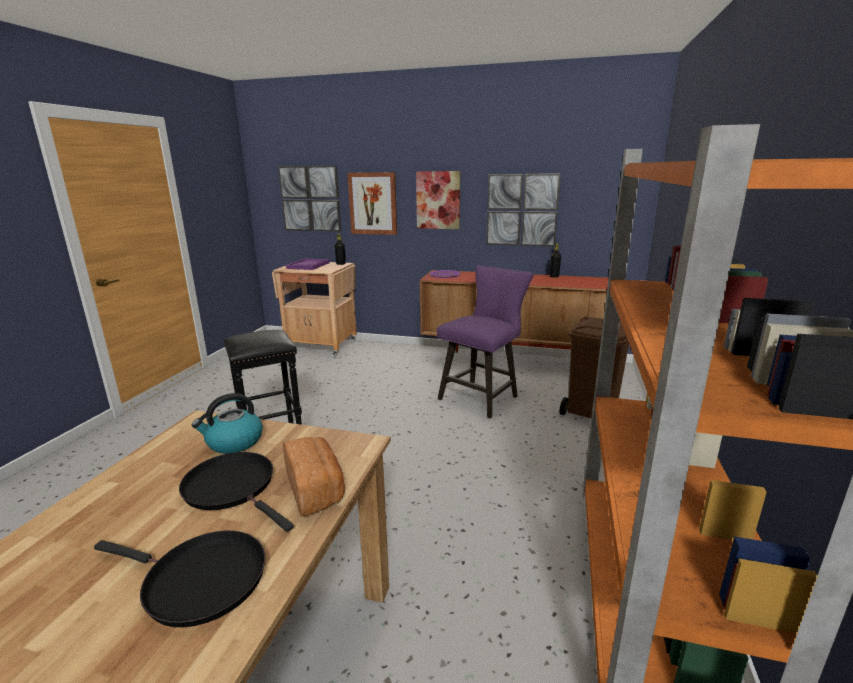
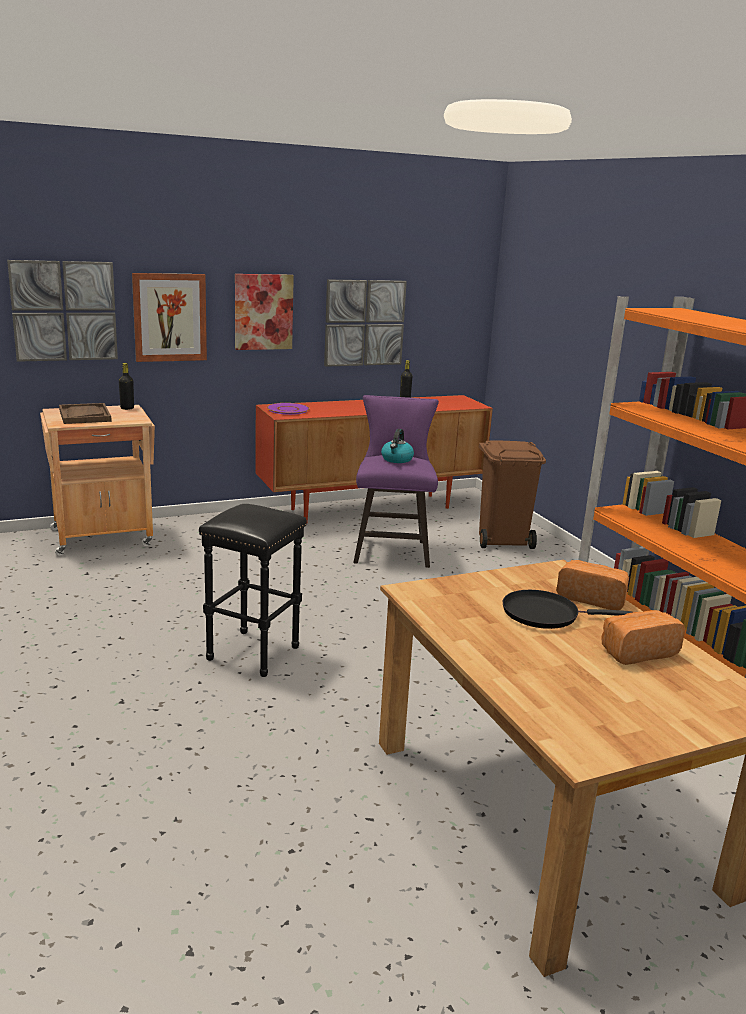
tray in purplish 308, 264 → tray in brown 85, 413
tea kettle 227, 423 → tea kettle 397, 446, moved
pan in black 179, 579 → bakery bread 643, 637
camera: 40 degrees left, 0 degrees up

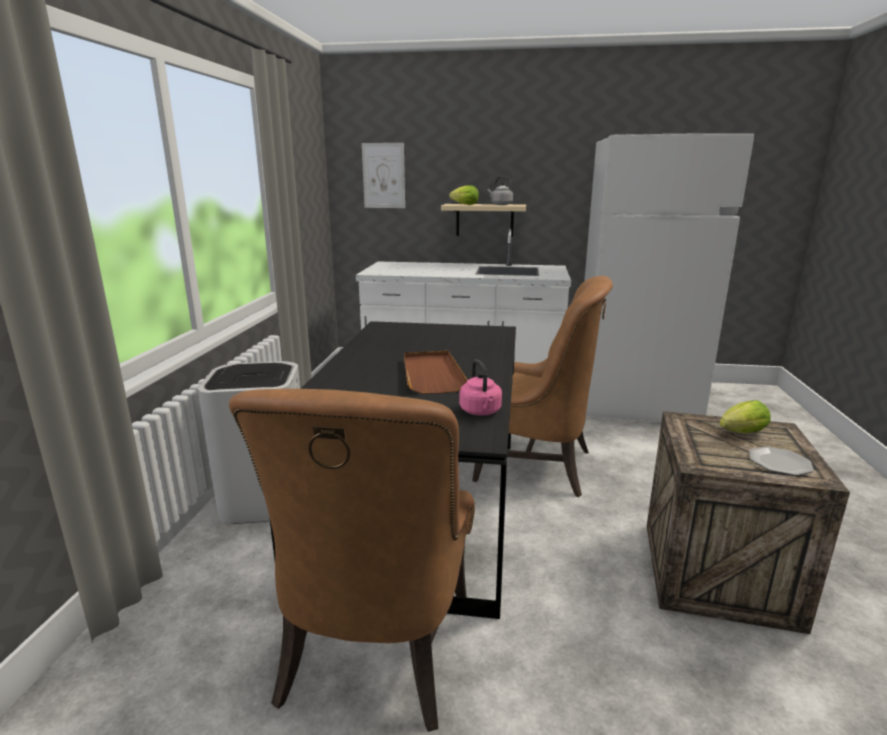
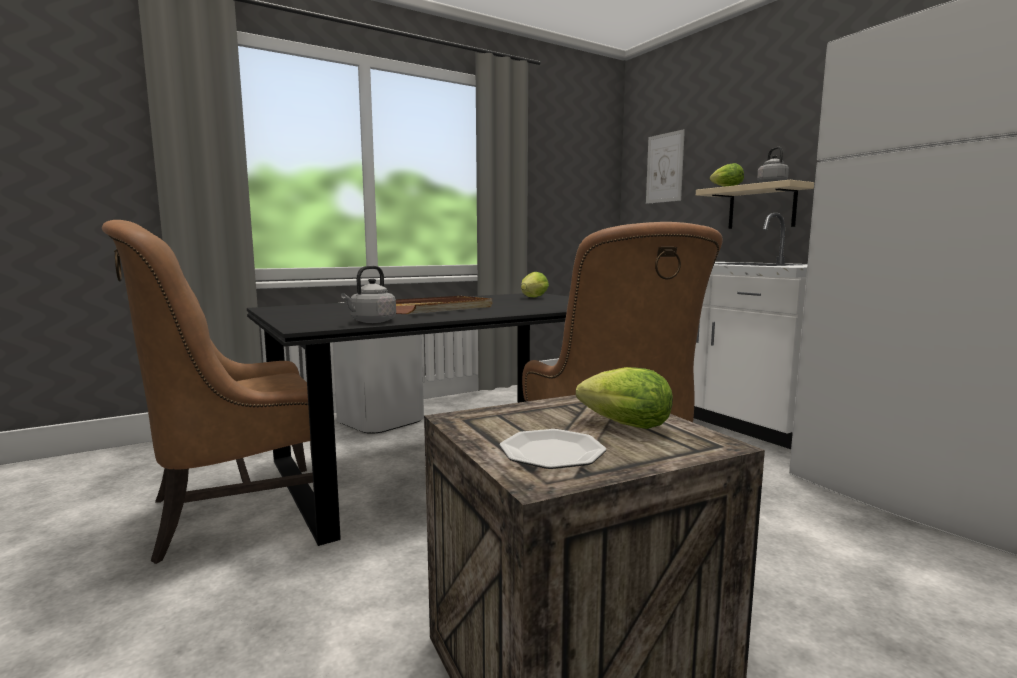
tea kettle in pink 480, 388 → tea kettle in grey 368, 294
- → head of lettuce 535, 284
camera: 50 degrees right, 10 degrees down

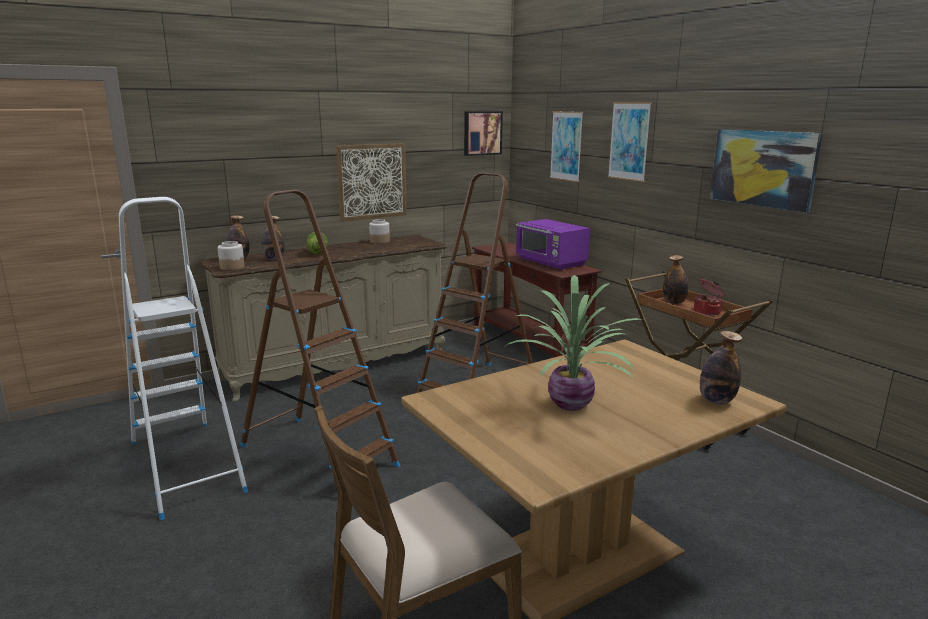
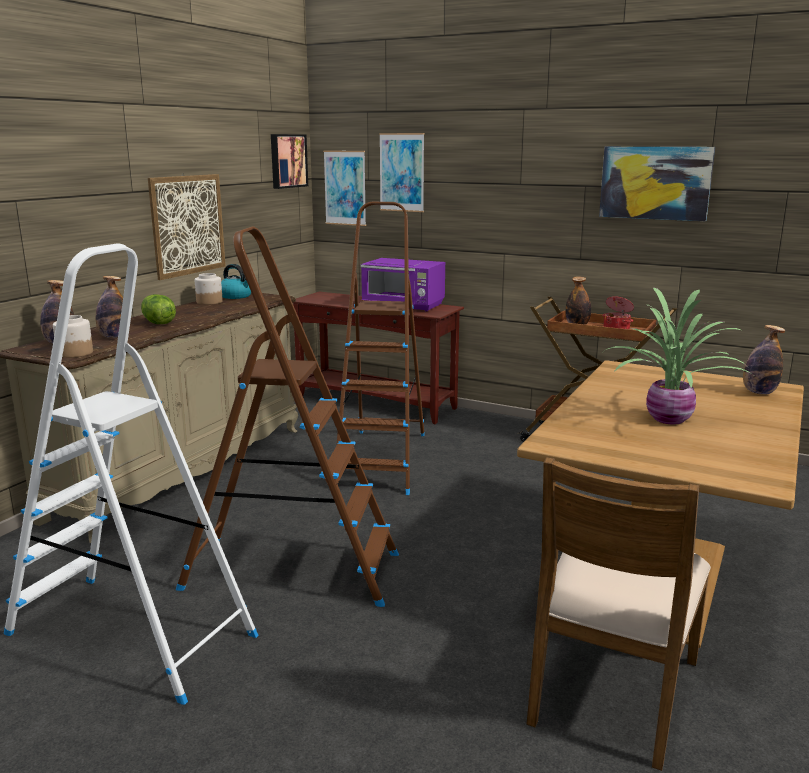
- → tea kettle 236, 281
wall picture 630, 142 → wall picture 344, 188, moved
camera: 30 degrees left, 0 degrees up

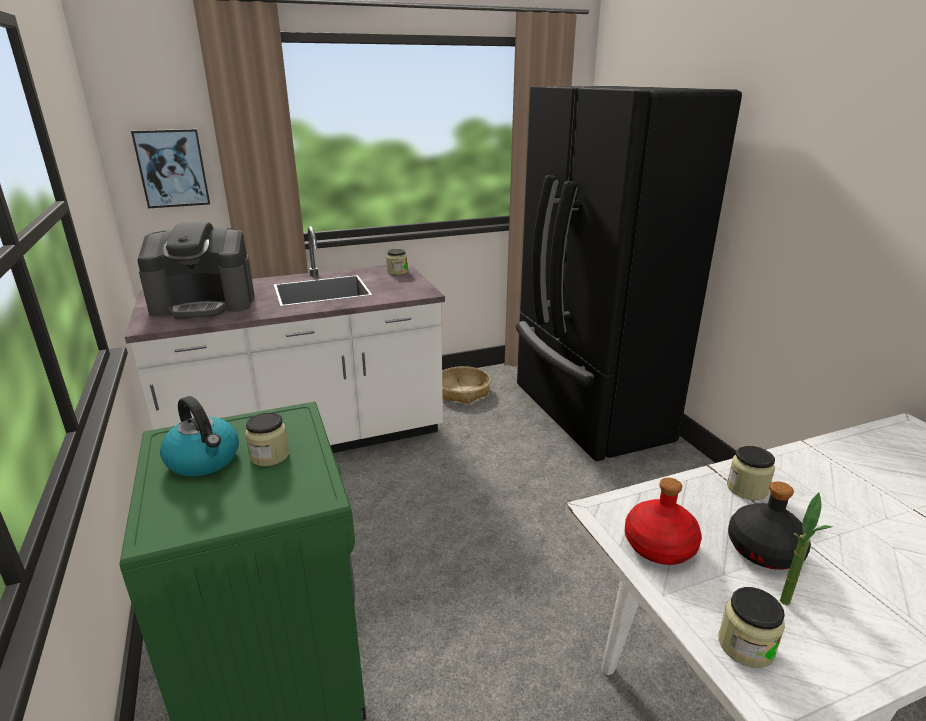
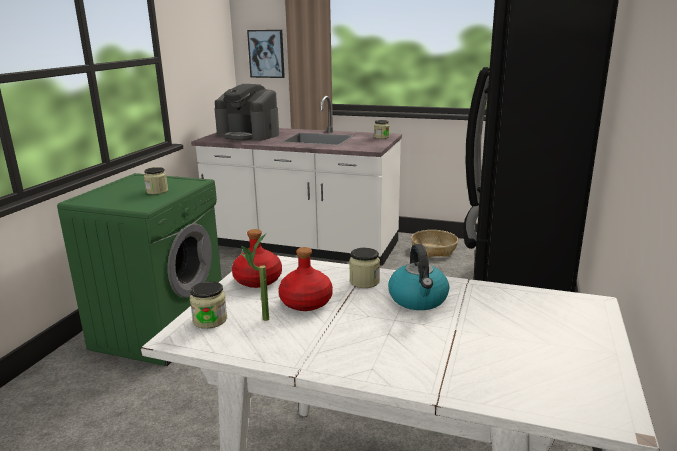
bottle in black 769, 525 → bottle in red 306, 279
tea kettle 199, 436 → tea kettle 418, 277, moved
camera: 40 degrees right, 5 degrees down

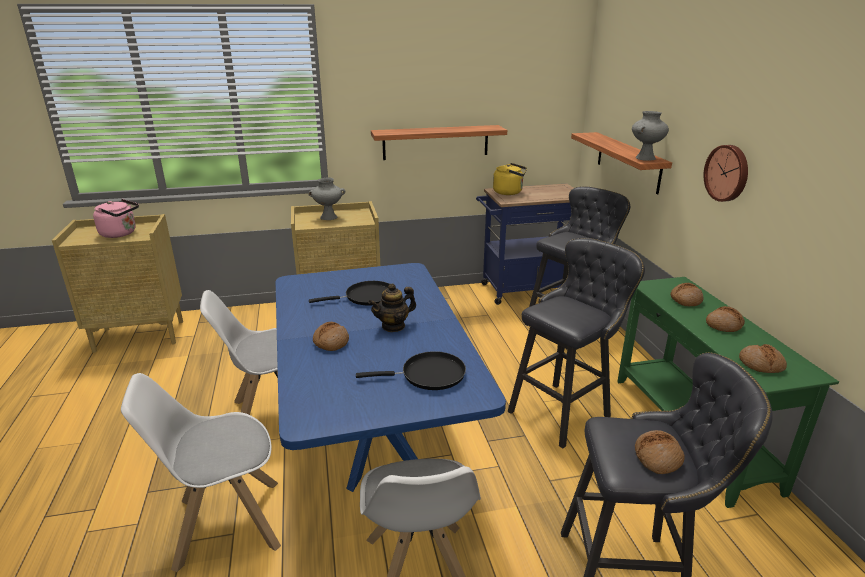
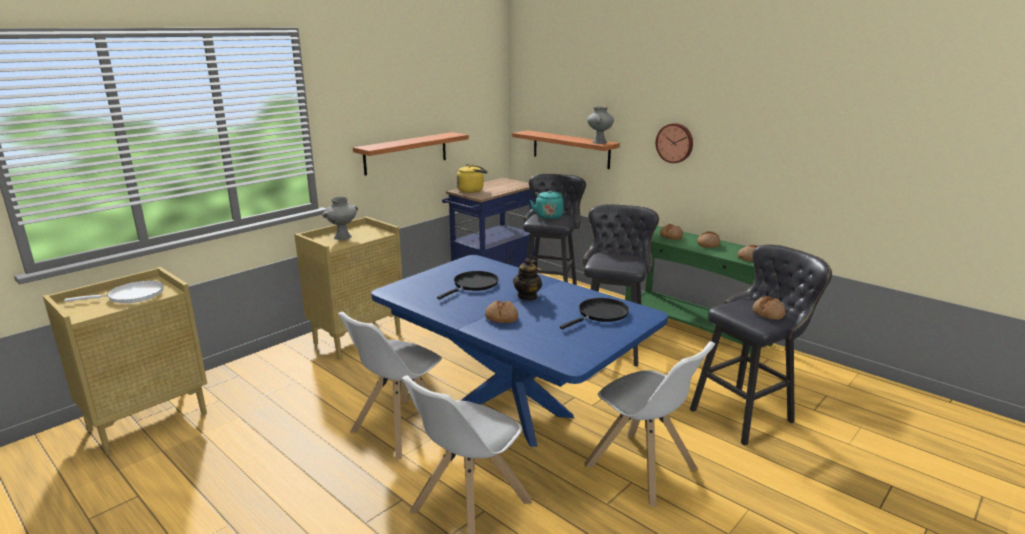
tea kettle in pink 116, 218 → pan in white-coloured 114, 292
- → tea kettle in turquoise 547, 205
camera: 35 degrees left, 5 degrees down

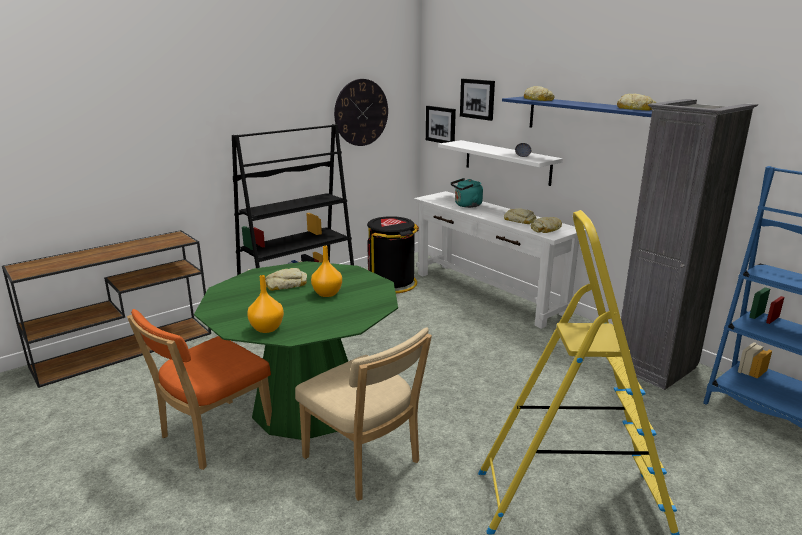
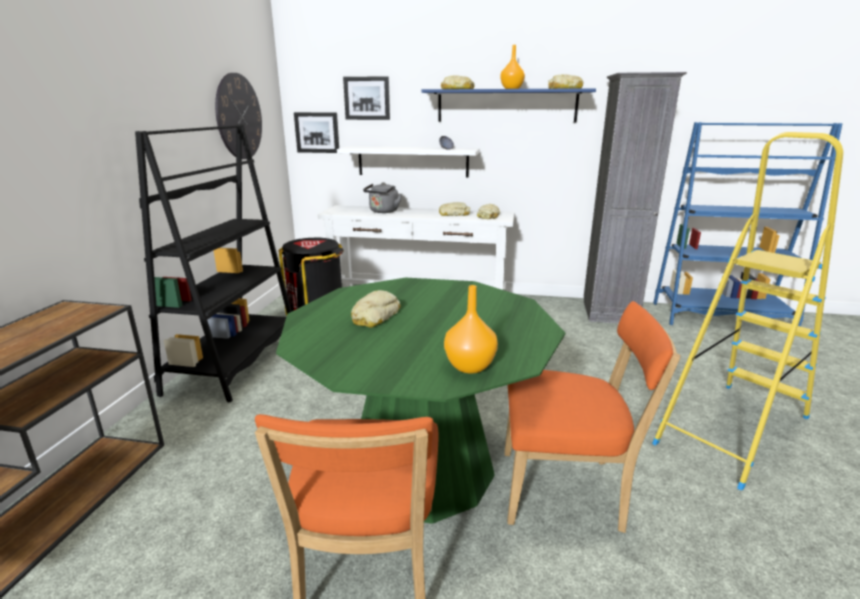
tea kettle in turquoise 467, 193 → tea kettle in grey 382, 198
decorative vase in orangey 326, 271 → decorative vase in orangey 512, 67, moved
chair in beige 363, 414 → chair in orangey 592, 417
camera: 40 degrees left, 0 degrees up

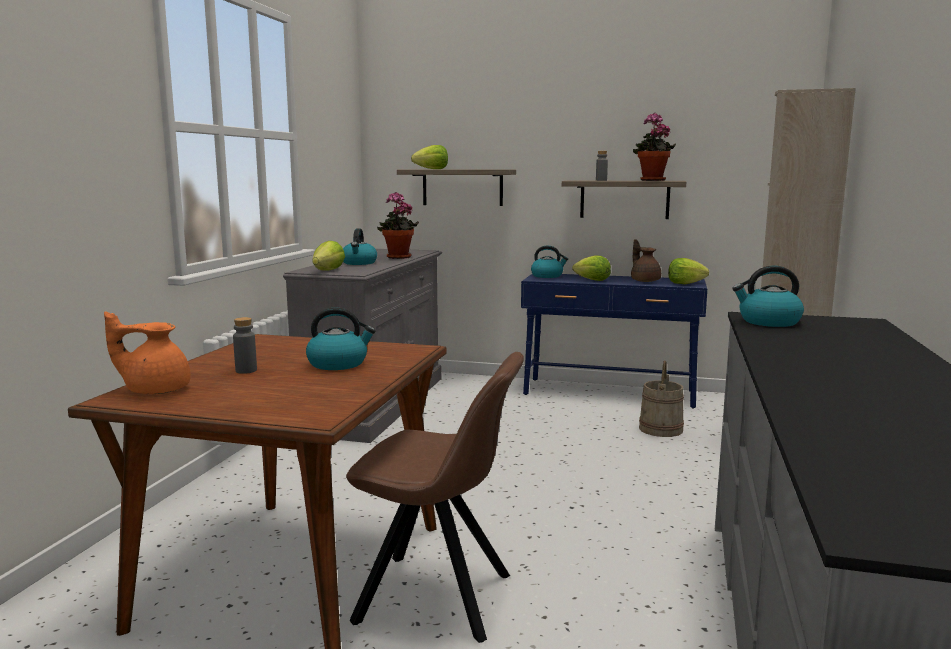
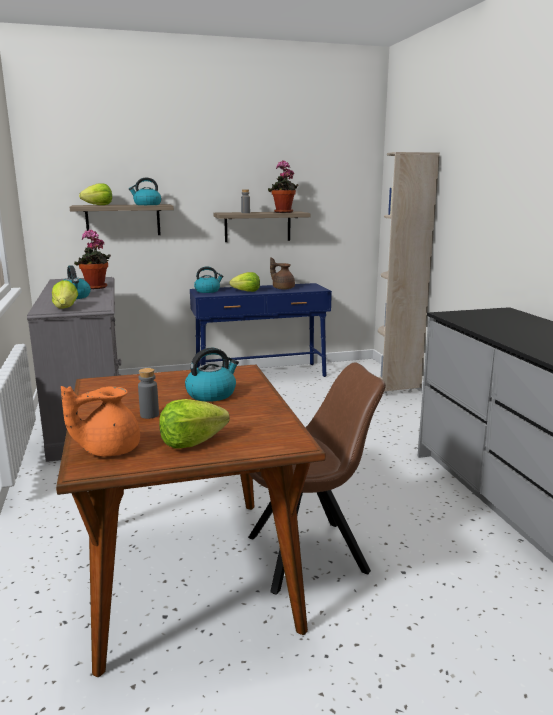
tea kettle 768, 296 → tea kettle 145, 191, moved
head of lettuce 688, 271 → head of lettuce 194, 423, moved
bucket in beige 661, 399 → -
camera: 30 degrees left, 5 degrees up

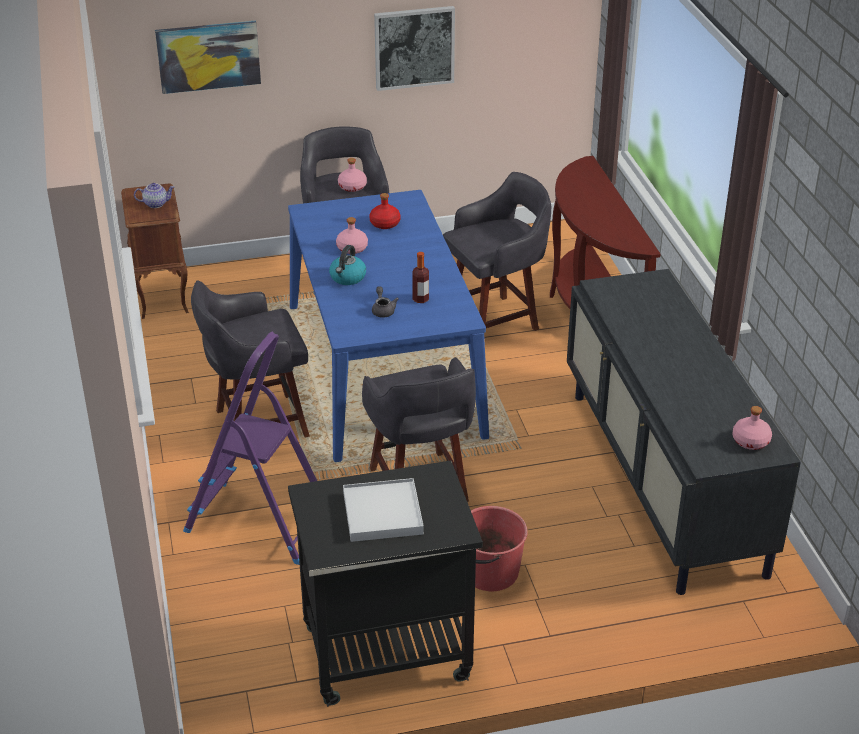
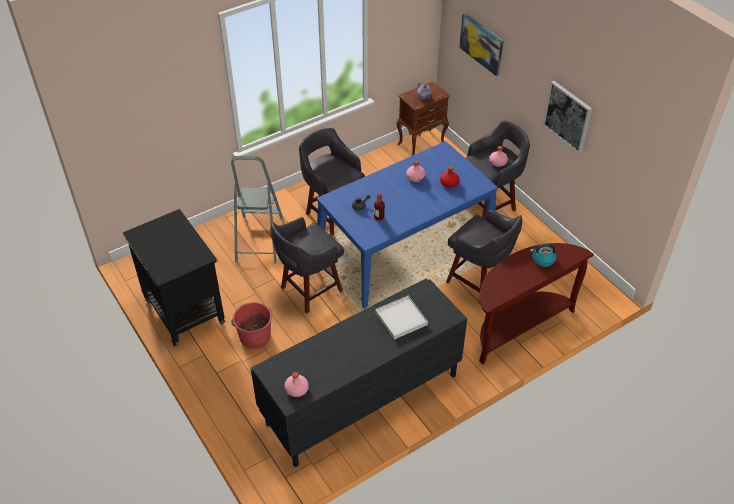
step ladder in purplish 250, 448 → step ladder in grey 257, 210
tray in white-coloured 383, 510 → tray in white-coloured 401, 318, moved
tea kettle 347, 265 → tea kettle 543, 255, moved
camera: 70 degrees right, 10 degrees up

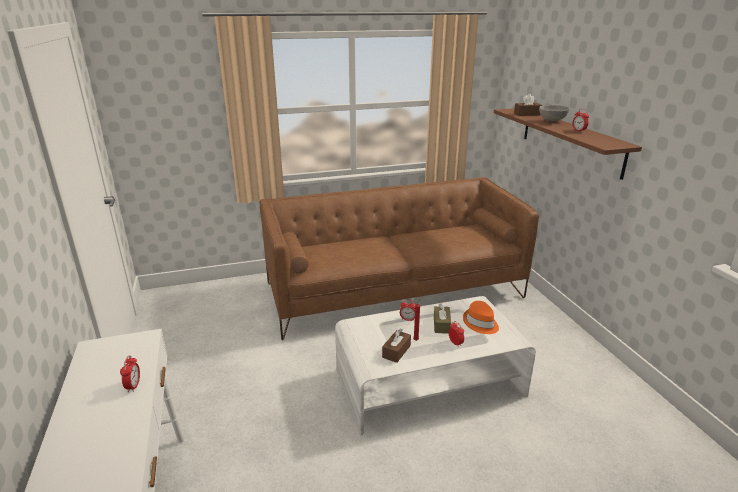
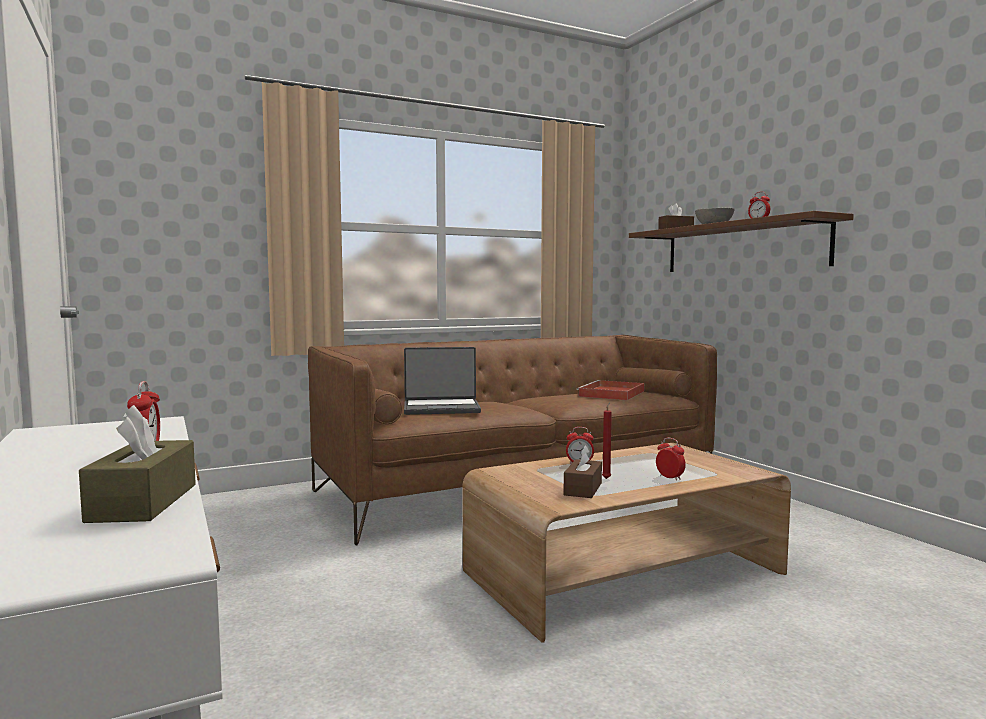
tissue box in brown 442, 318 → tissue box in brown 137, 464, moved
- → notebook computer 442, 381
lounge table in white-coloured 435, 366 → lounge table in brown 626, 543
- → tray in red 610, 390
wearable hat in orangey 481, 317 → -
camera: 10 degrees left, 20 degrees down

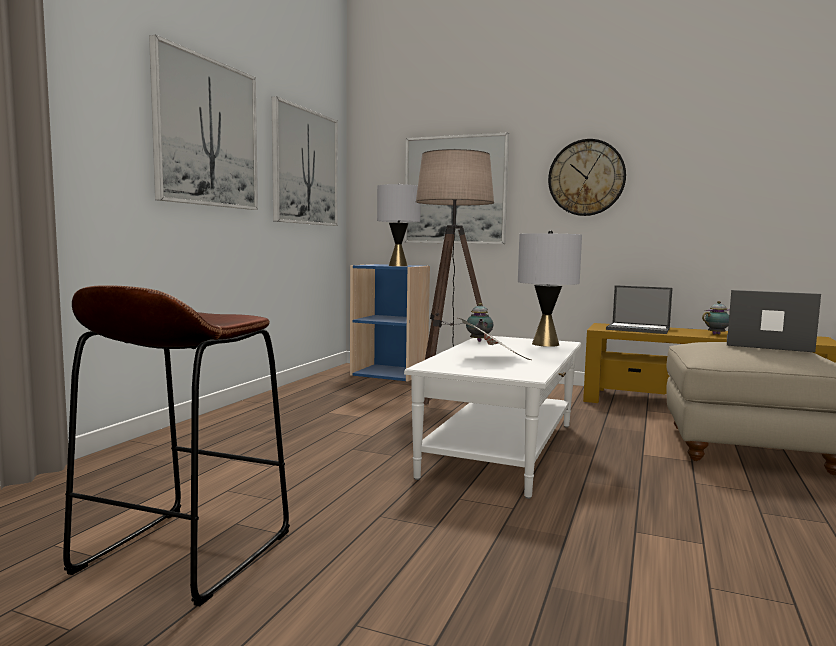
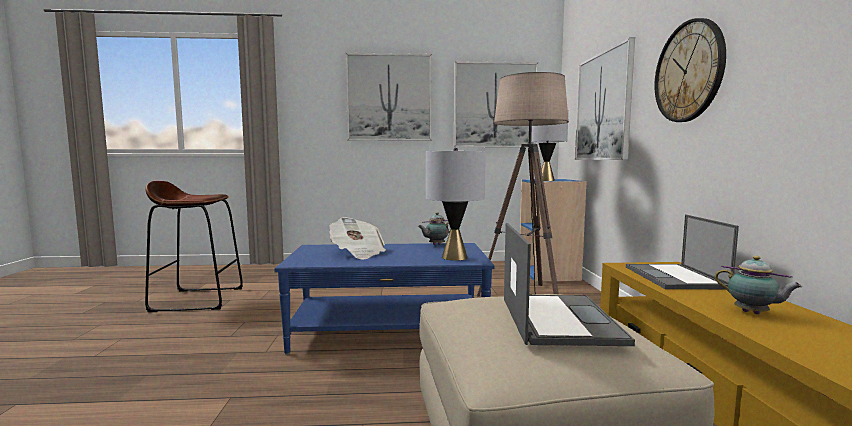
lounge table in white-coloured 492, 417 → lounge table in blue-coloured 384, 299
camera: 65 degrees right, 0 degrees up

